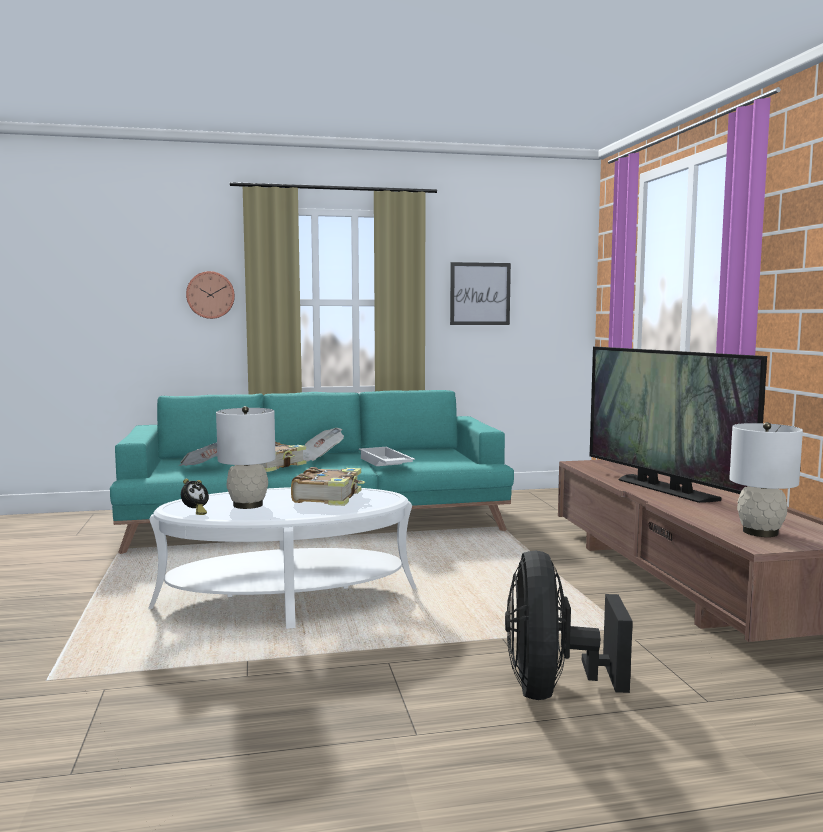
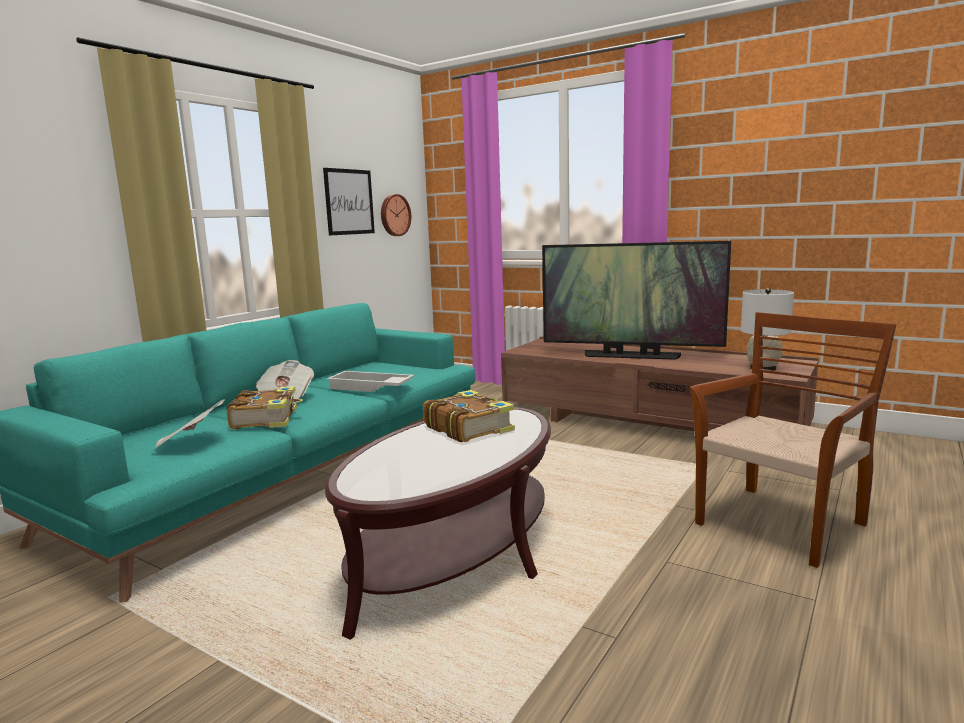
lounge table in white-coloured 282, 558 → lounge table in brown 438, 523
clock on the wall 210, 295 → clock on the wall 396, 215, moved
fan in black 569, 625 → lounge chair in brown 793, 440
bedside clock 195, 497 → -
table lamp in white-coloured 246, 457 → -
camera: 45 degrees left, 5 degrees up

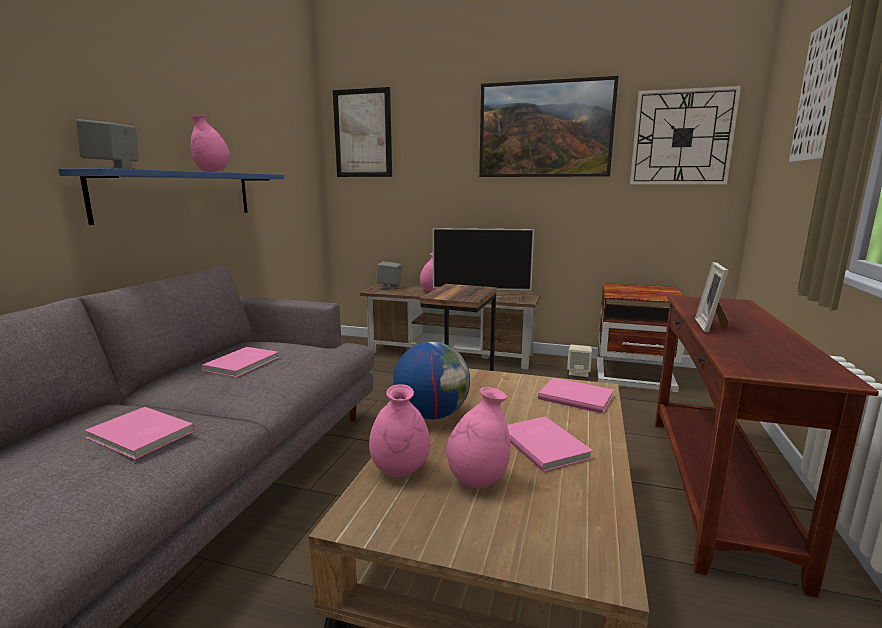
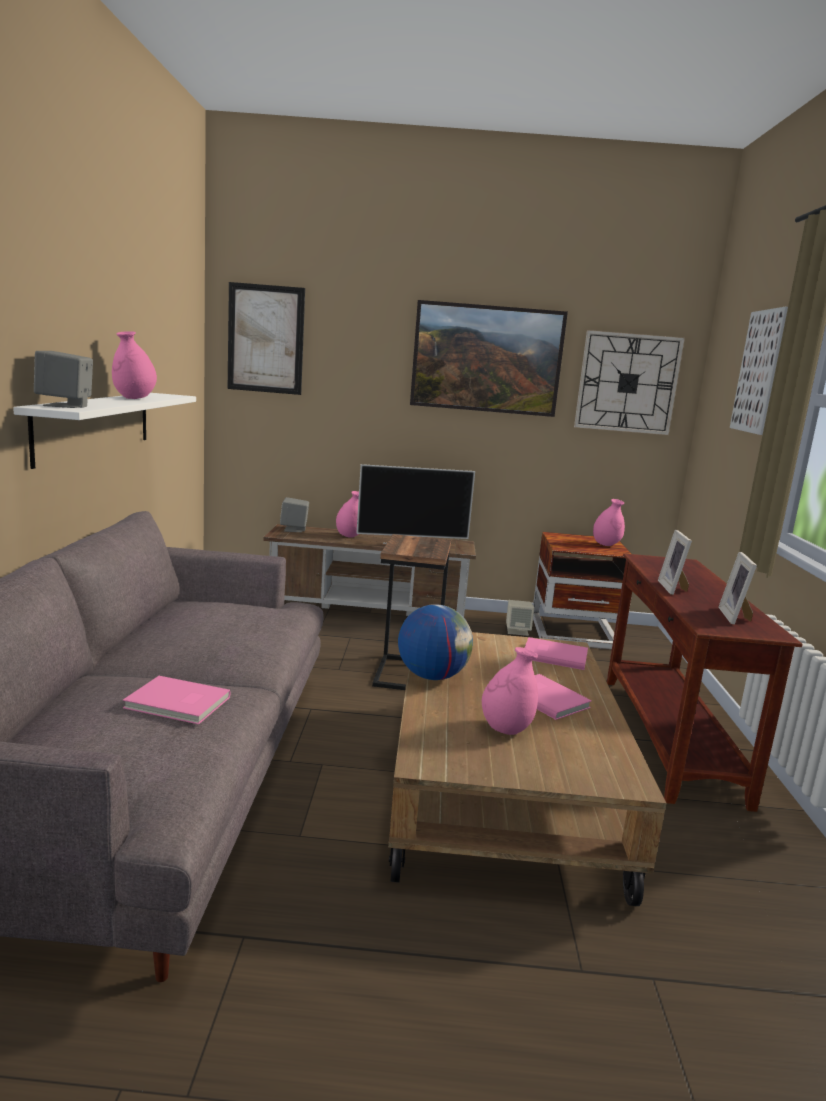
wall shelf in blue-coloured 171, 196 → wall shelf in white-coloured 104, 431
decorative vase in pink 399, 430 → decorative vase in pink 609, 522, moved
- → standing frame 737, 588
bound book in pink 240, 362 → -
camera: 15 degrees left, 0 degrees up

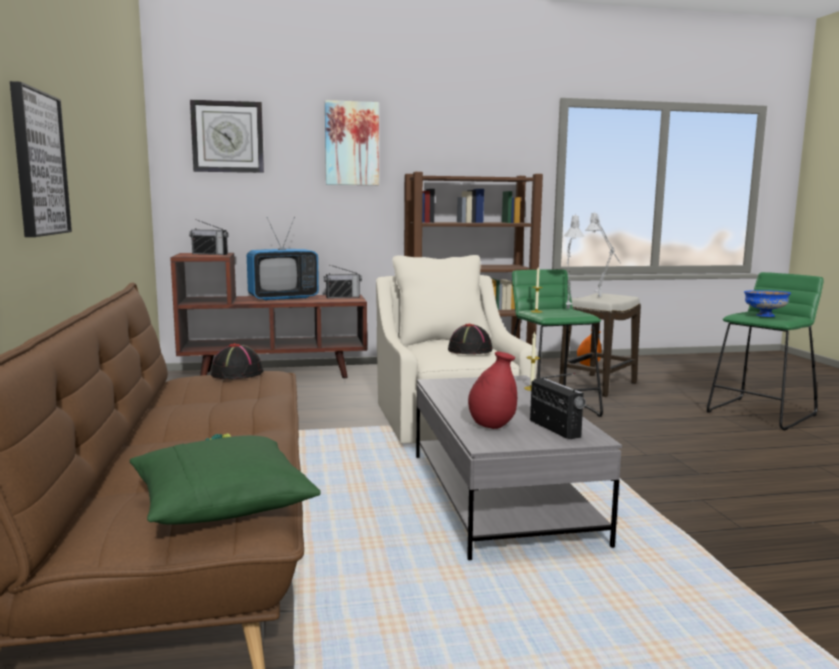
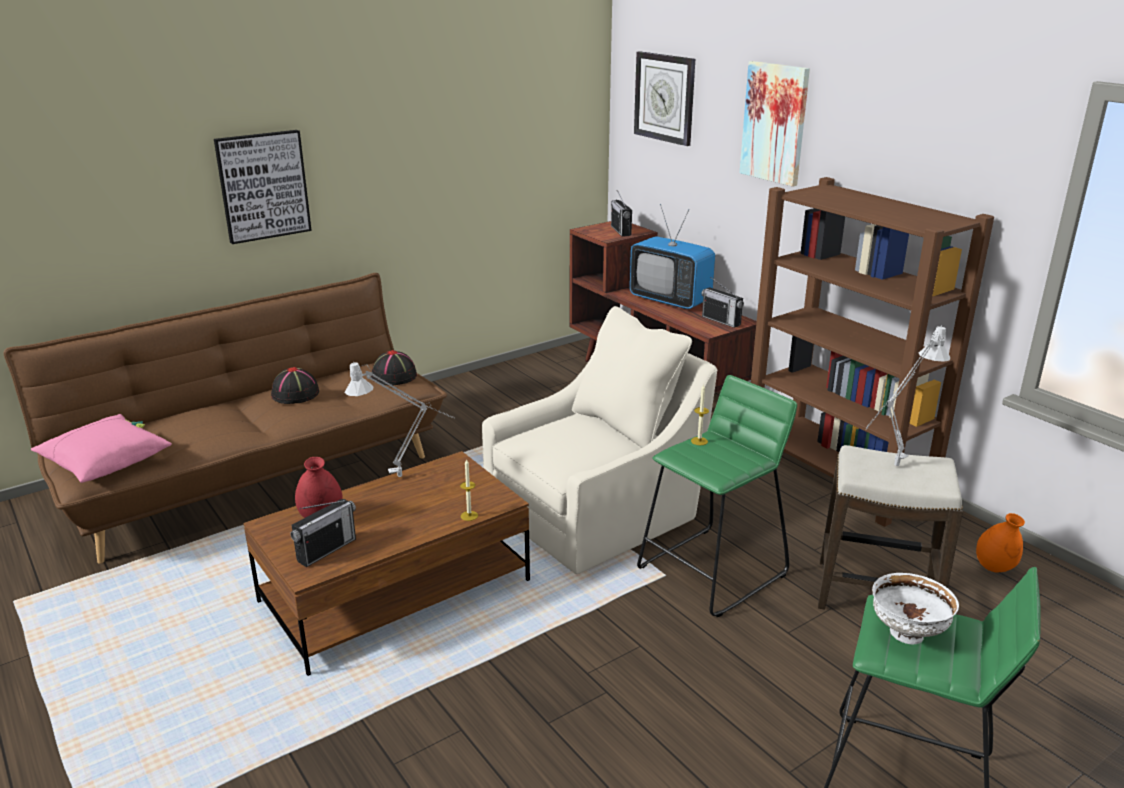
pillow in green 225, 479 → pillow in pink 101, 448
lounge table in grey 519, 467 → lounge table in brown 386, 563
wearable hat in black 470, 339 → wearable hat in black 295, 385, moved
table lamp in grey 574, 261 → table lamp in grey 400, 419, moved
serving bowl in blue-coloured 767, 303 → serving bowl in white-coloured 915, 608
camera: 65 degrees right, 15 degrees up

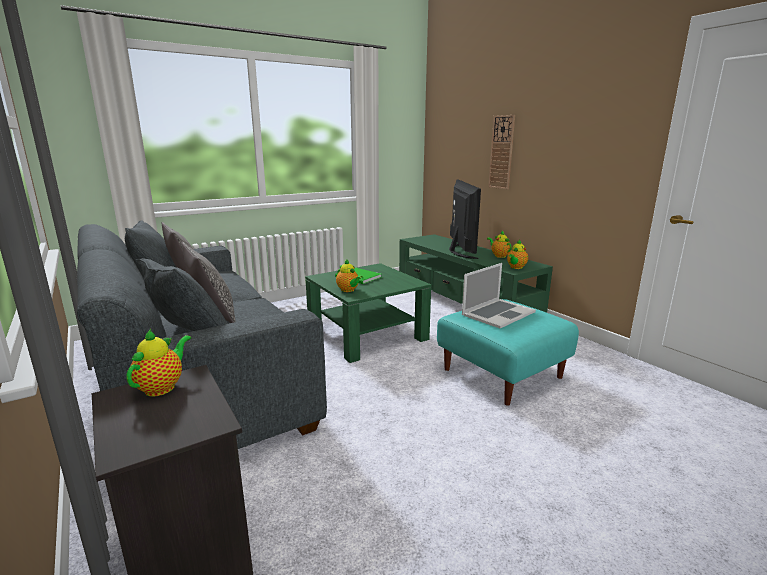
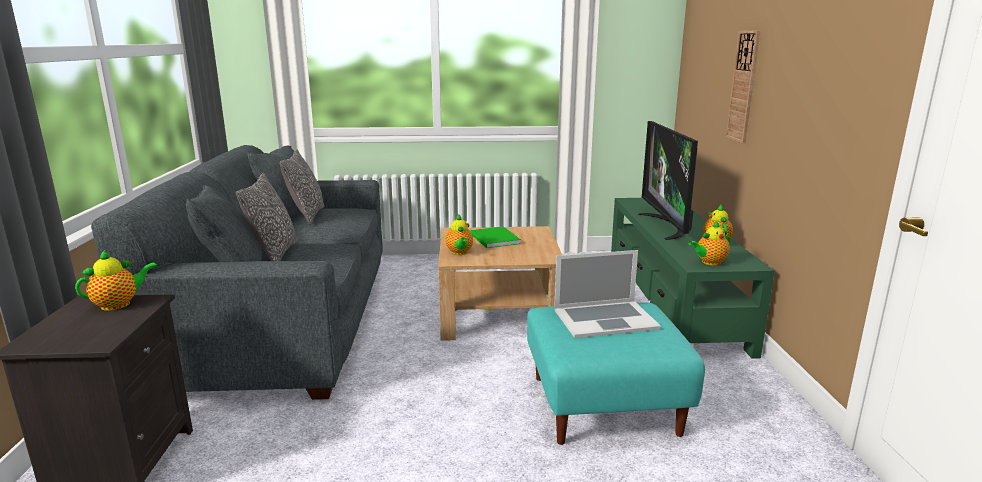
lounge table in green 368, 313 → lounge table in brown 500, 283
TV set 465, 219 → TV set 668, 180, 150 degrees clockwise
camera: 30 degrees right, 0 degrees up

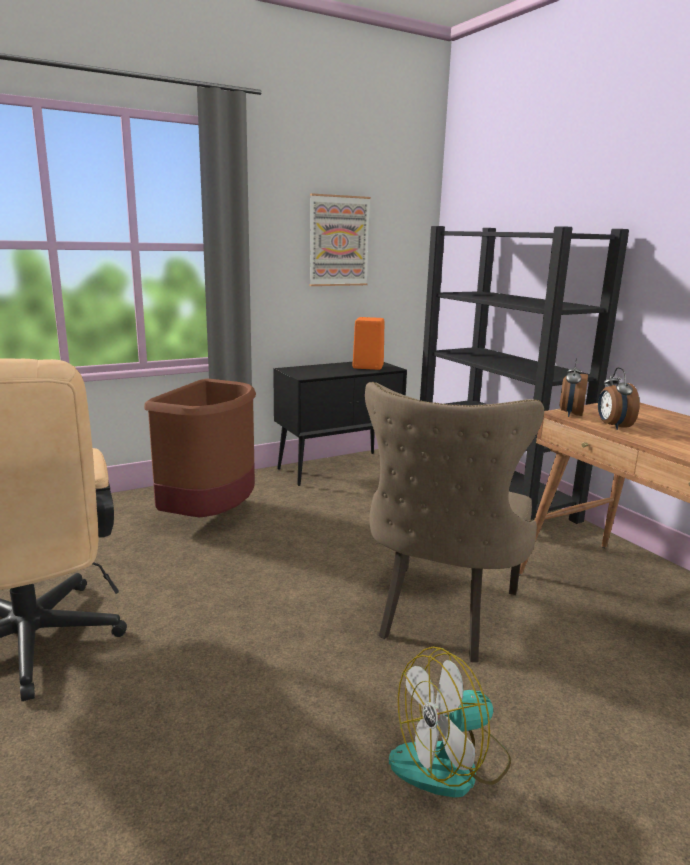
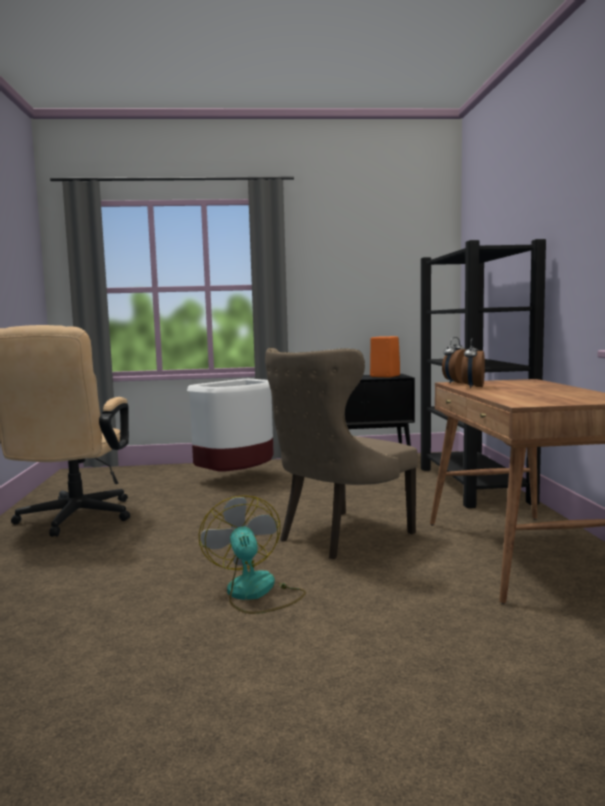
waste bin in brown 200, 448 → waste bin in white-coloured 230, 425
fan 450, 722 → fan 252, 554, 75 degrees clockwise
wall picture 340, 239 → -
camera: 25 degrees right, 10 degrees down

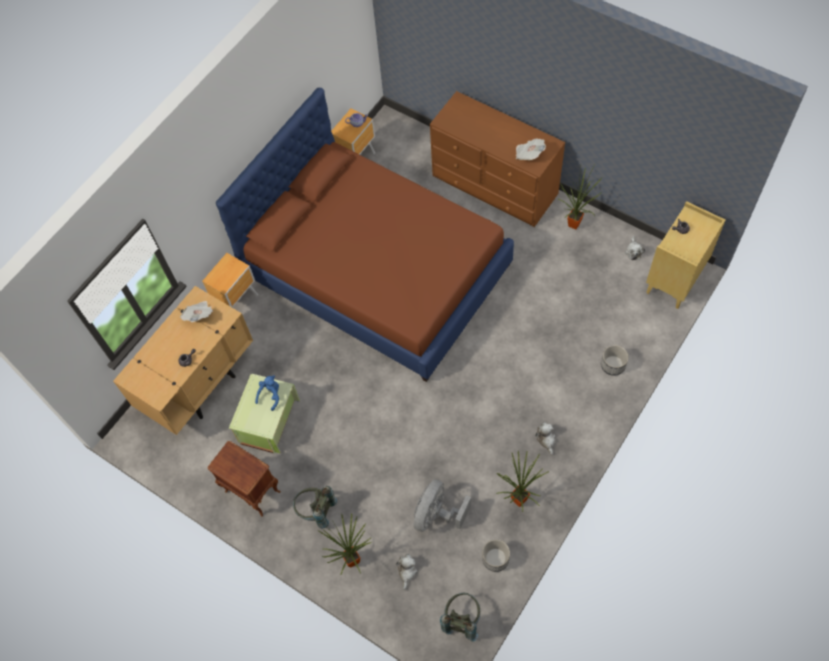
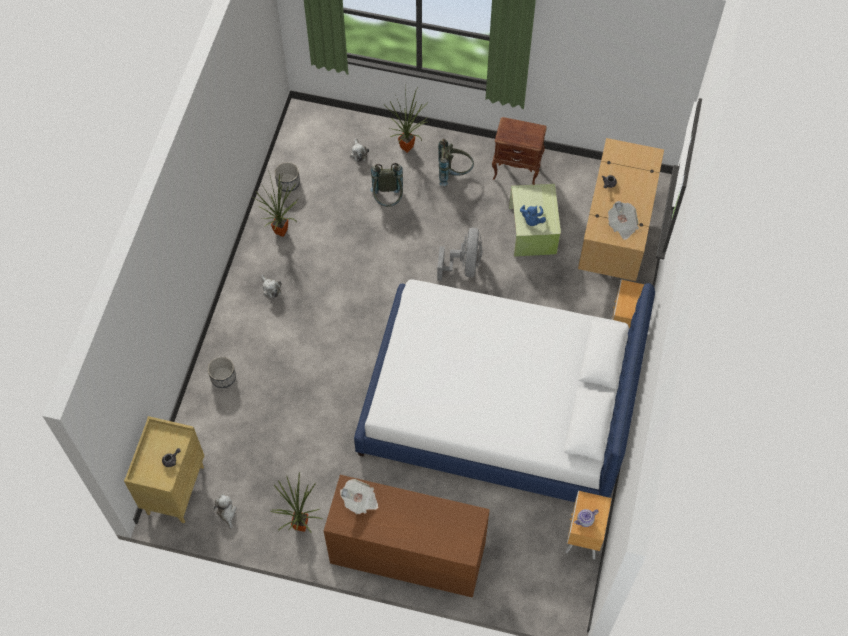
bedroom bed in brown 365, 235 → bedroom bed in white-coloured 504, 390
backpack in grey 460, 617 → backpack in grey 387, 185, moved
fan in grey 442, 505 → fan in grey 460, 254, moved
camera: 155 degrees right, 0 degrees up

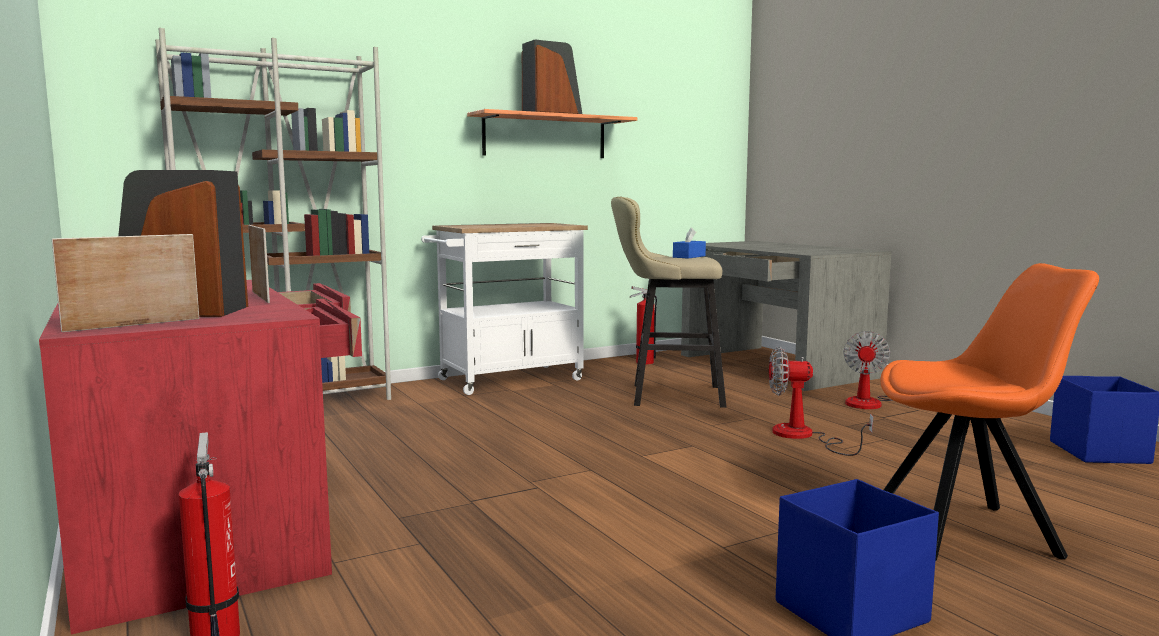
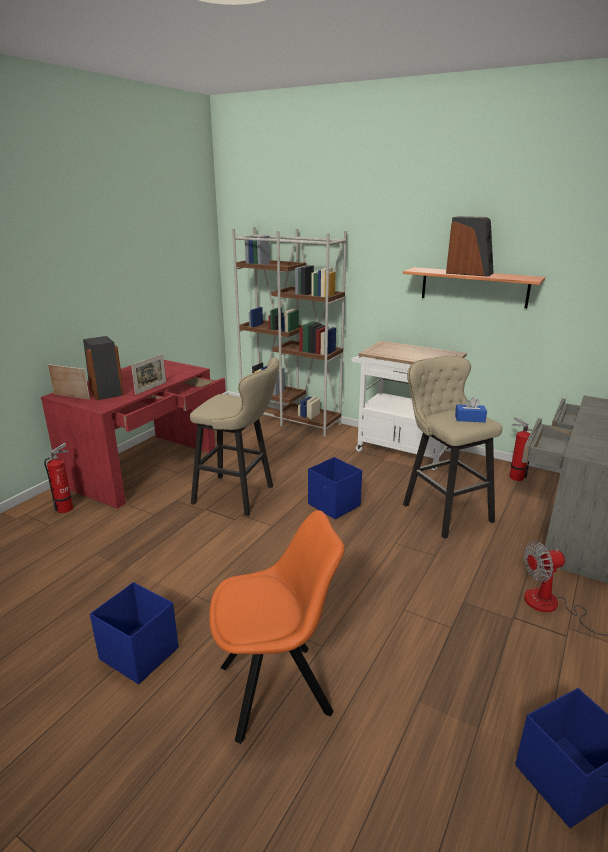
- → stool in beige 234, 436
chair in orangey 989, 412 → chair in orangey 277, 627, 75 degrees counterclockwise
- → storage container in blue-coloured 335, 488
fan 821, 401 → -
camera: 60 degrees right, 15 degrees up

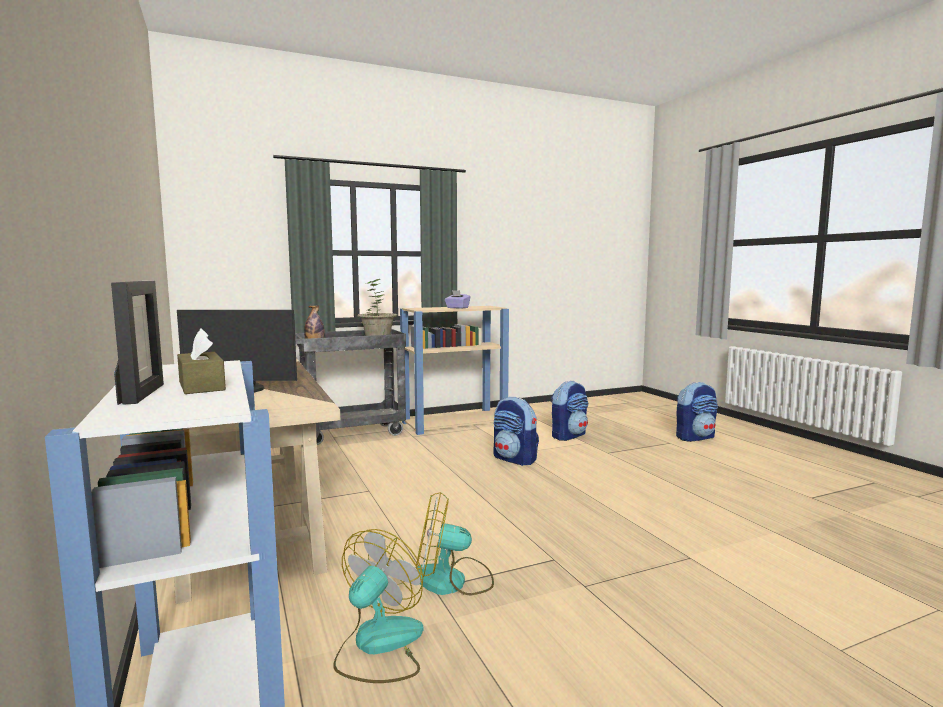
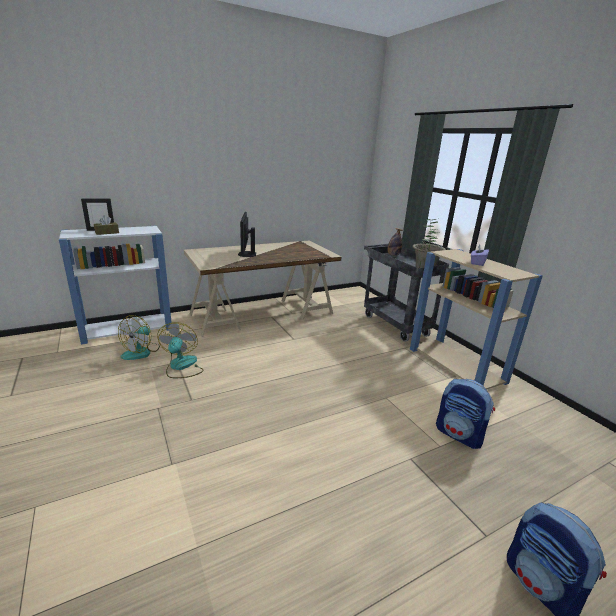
fan 378, 606 → fan 139, 337, 90 degrees clockwise
backpack 516, 431 → -
camera: 85 degrees right, 15 degrees up

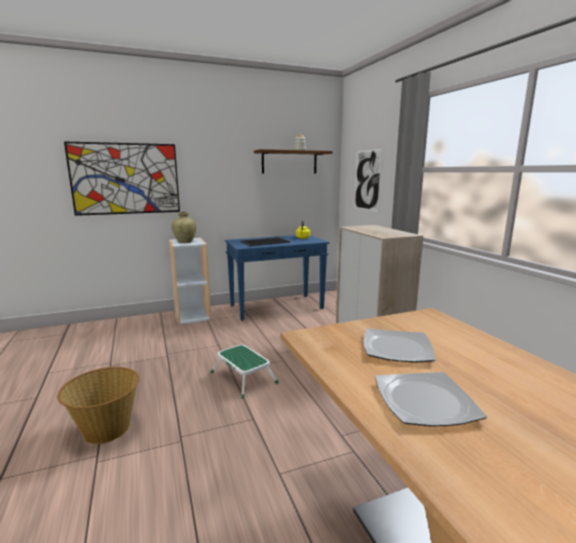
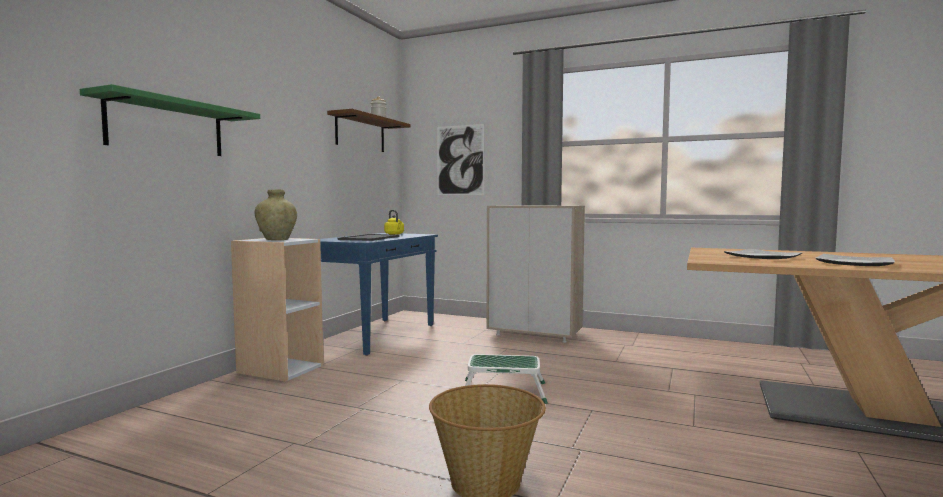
wall picture 122, 178 → wall shelf in green 170, 120
camera: 45 degrees left, 10 degrees down

